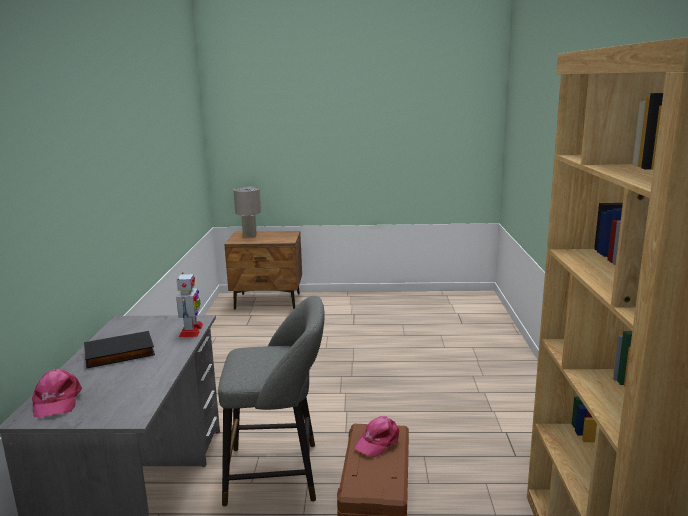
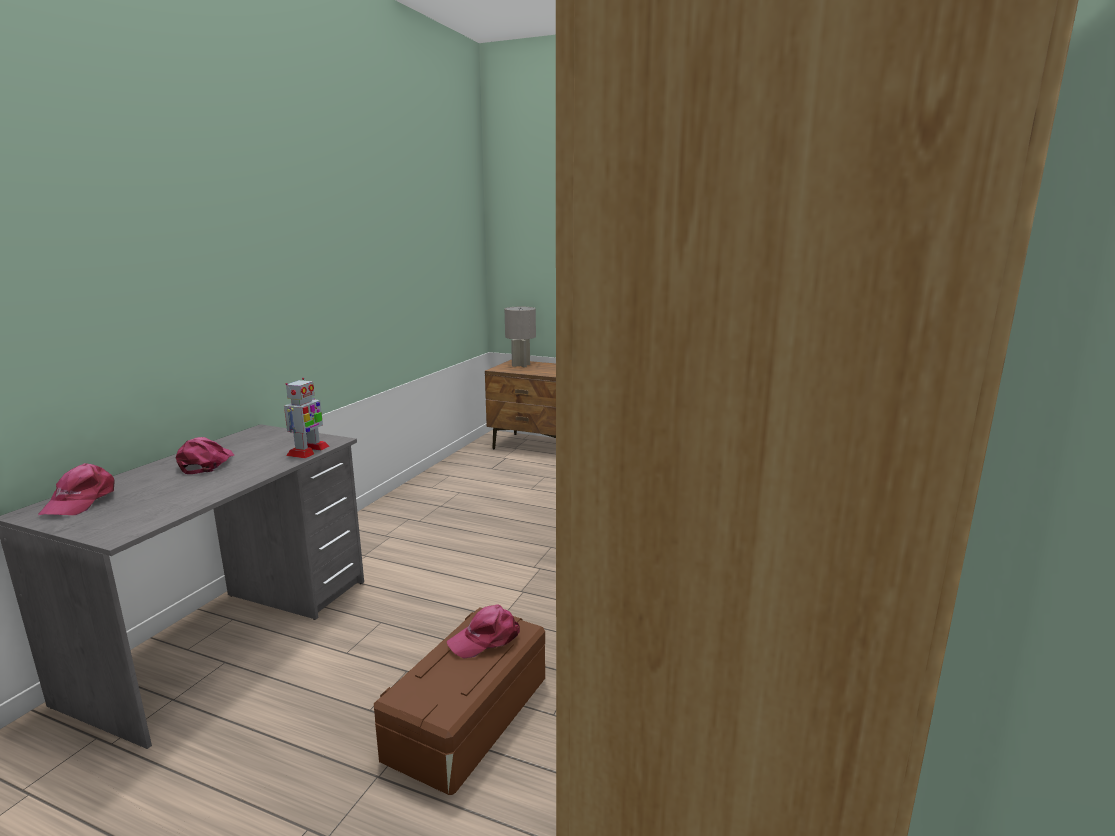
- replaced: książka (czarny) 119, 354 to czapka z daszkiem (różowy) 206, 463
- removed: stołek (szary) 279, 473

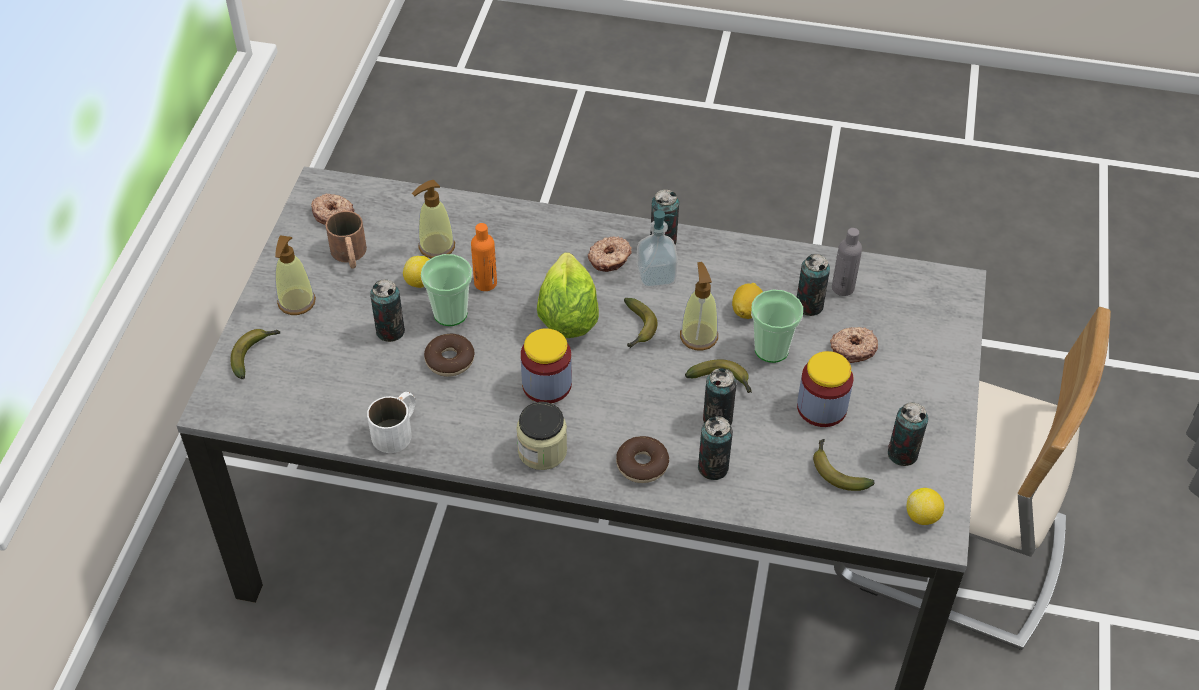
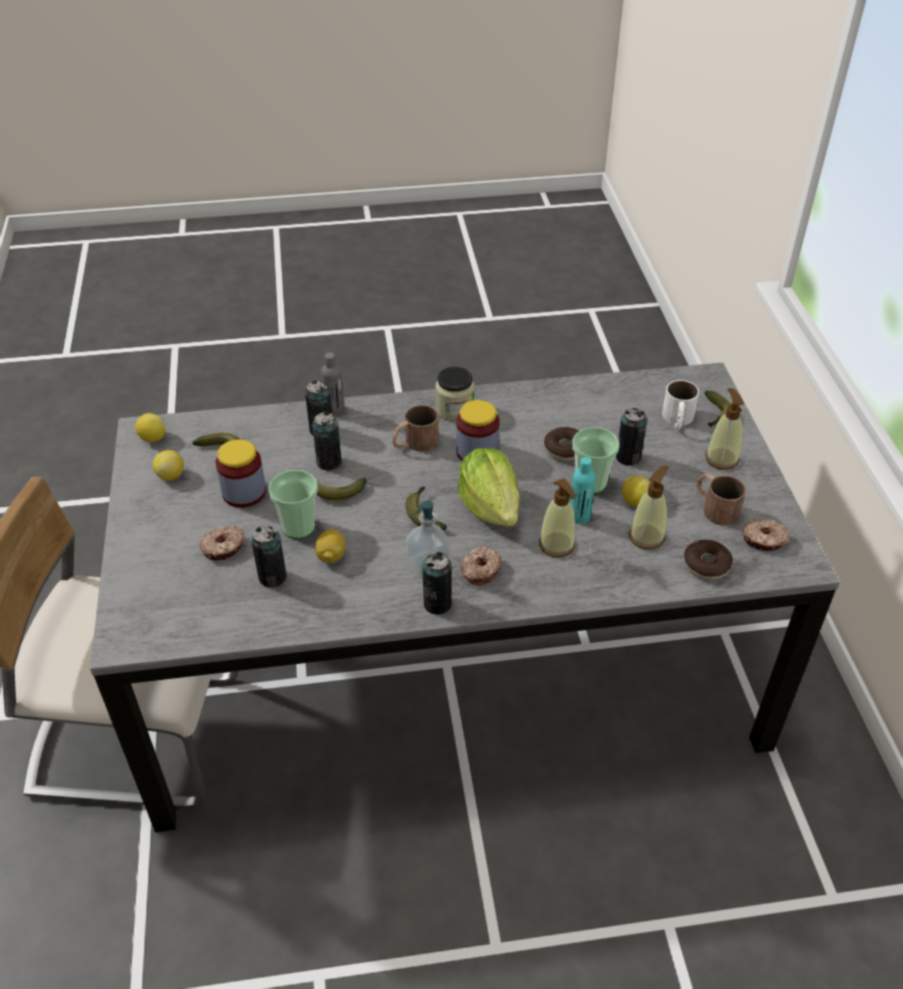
- moved: kubek (biały) 397, 429 to 677, 420
- recoloured: butelka (pomarańczowy) 485, 283 to butelka (turkusowy) 579, 516
- moved: donut 642, 465 to 706, 565
- moved: dozownik mydła 698, 336 to 557, 545
- moved: butelka (szary) 842, 288 to 335, 410
- replaced: puszka 902, 454 to cytryna 171, 475
- added: kubek (brązowy) 414, 443

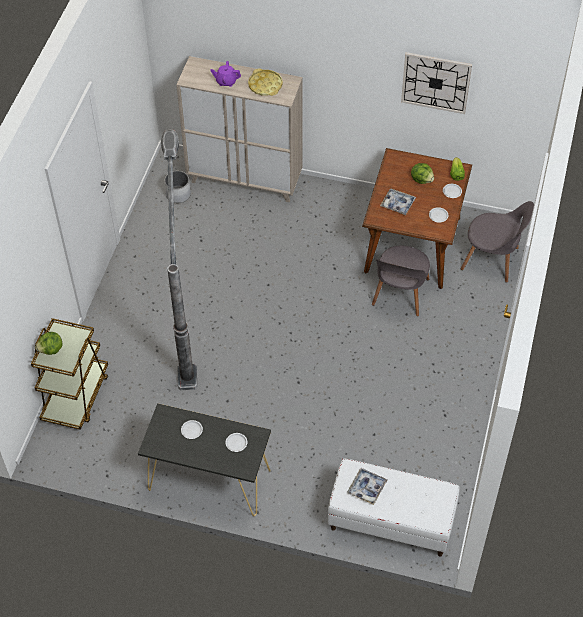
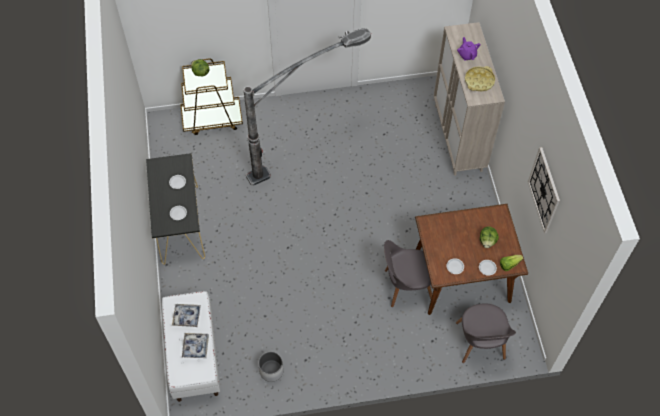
- moved: donica (biały) 178, 194 to 271, 370
- moved: taca 397, 204 to 195, 347

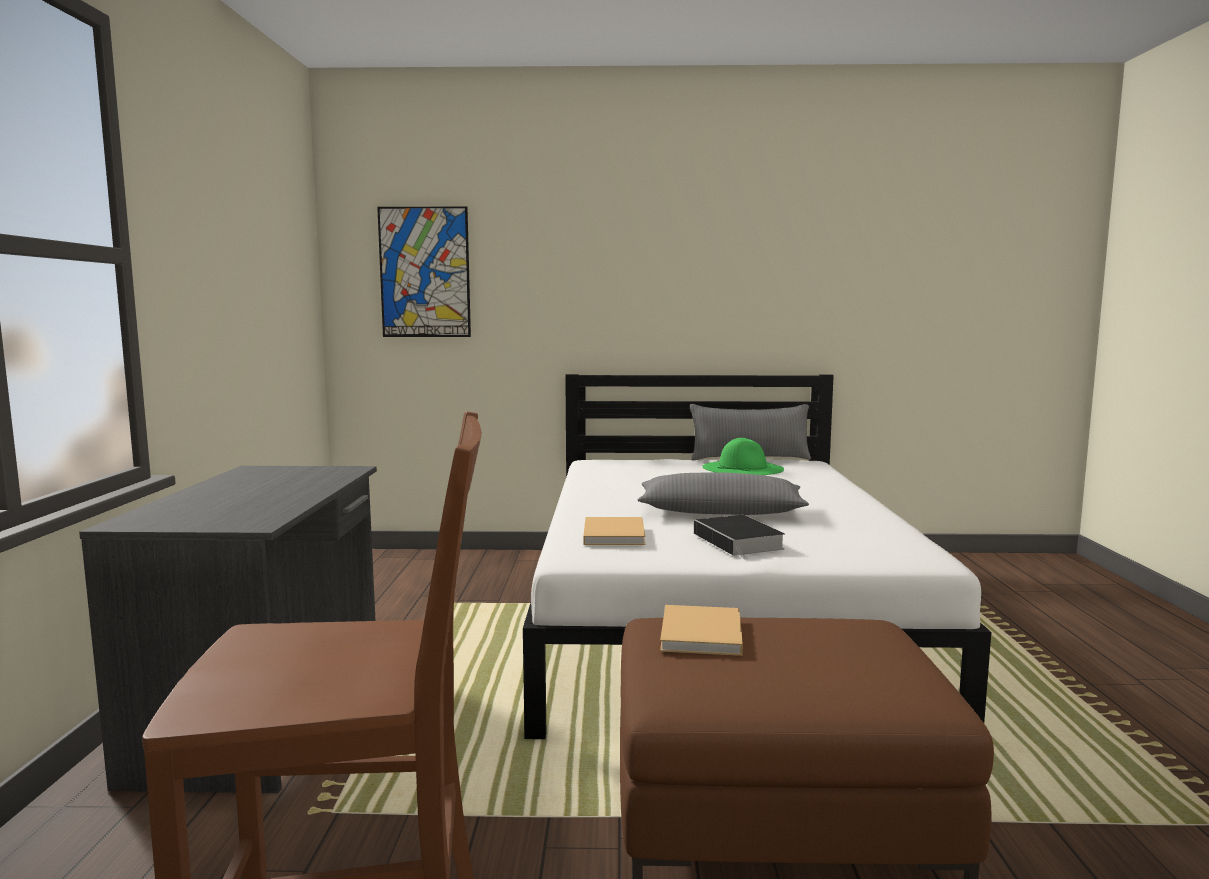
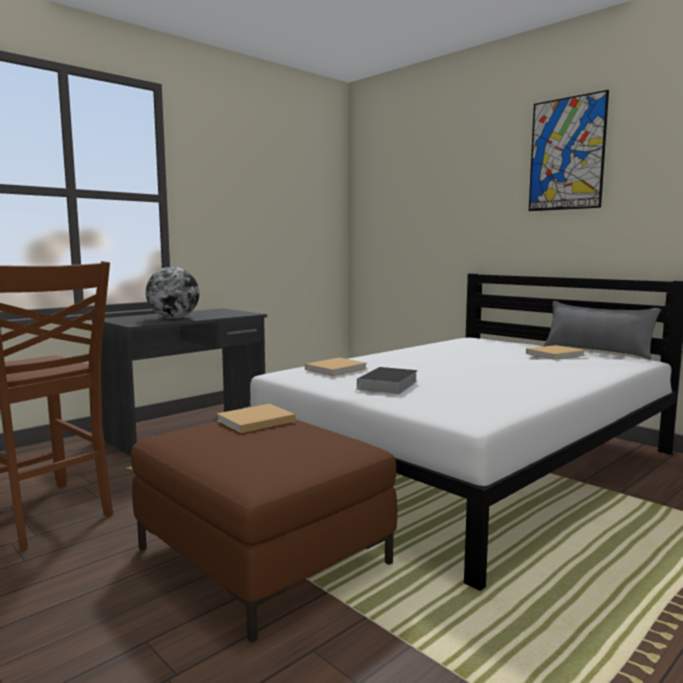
- moved: obraz 425, 272 to 566, 154
- removed: poduszka (szary) 720, 512
- replaced: kapelusz (zielony) 742, 468 to książka (beżowy) 556, 354
- added: globus 174, 318

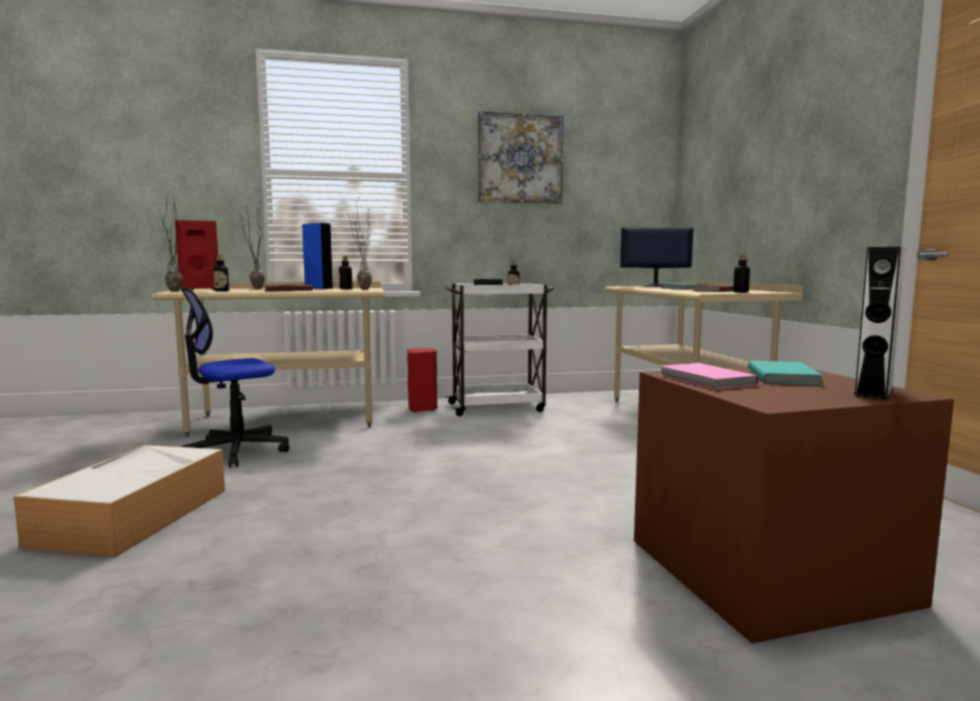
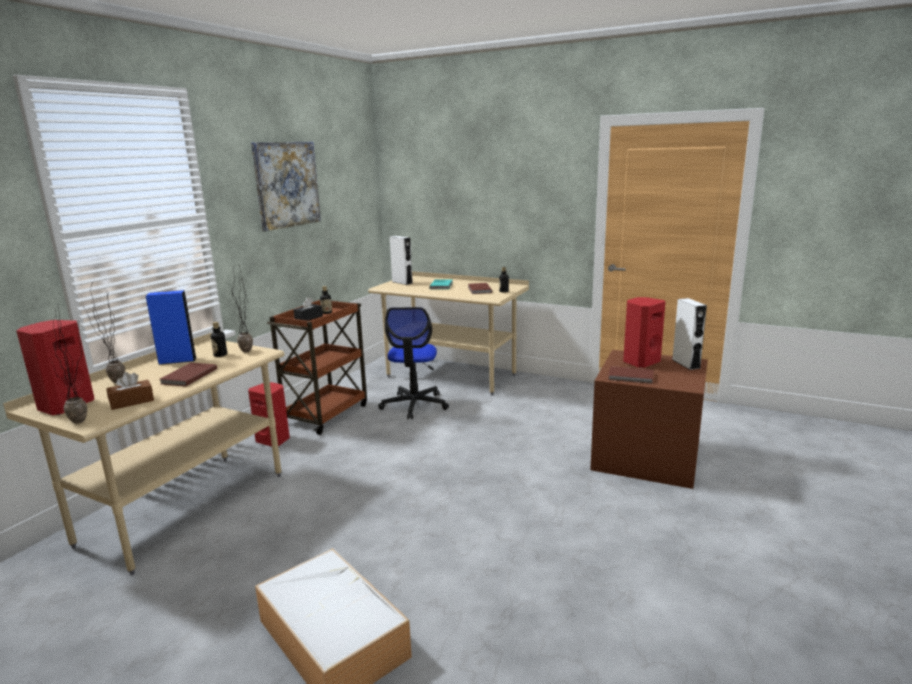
- moved: krzesło biurowe 235, 451 to 414, 405
- replaced: butelka 222, 291 to pudełko chusteczek (brązowy) 132, 402
- recoloured: wózek (biały) 498, 407 to wózek (brązowy) 326, 414
- replaced: monitor 654, 286 to głośnik (biały) 402, 282
- recoloured: książka (różowy) 705, 380 to książka (brązowy) 631, 377
- replaced: książka (turkusowy) 784, 376 to głośnik (czerwony) 640, 362

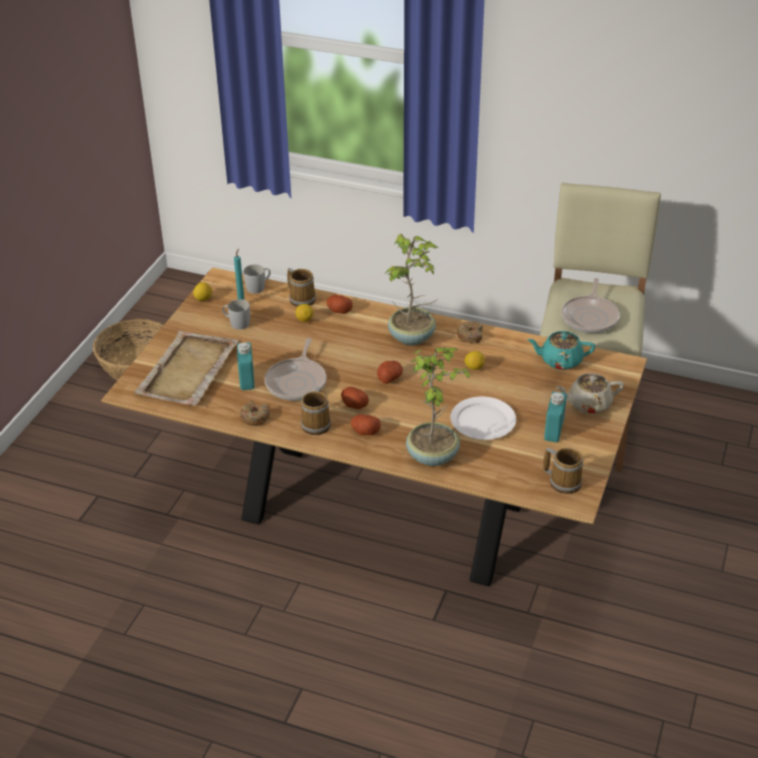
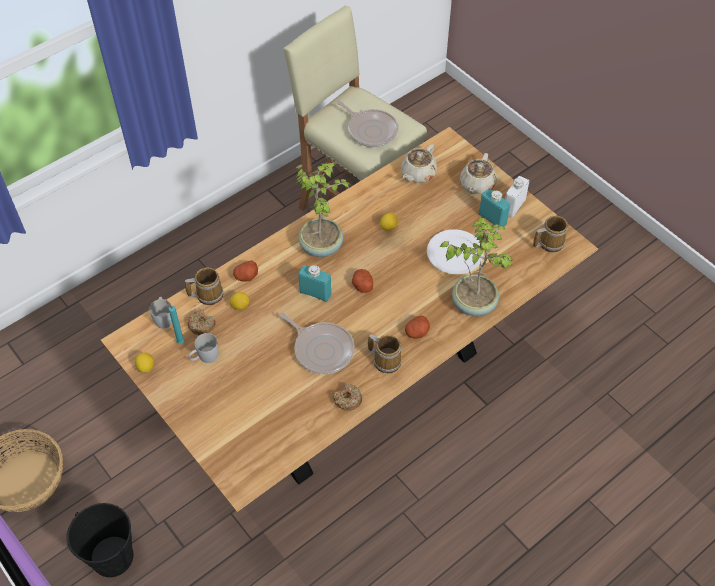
- removed: taca (beżowy) 187, 372
- moved: butelka (turkusowy) 247, 379 to 315, 293
- removed: ziemniak 353, 404
- moved: donut 470, 336 to 202, 325
- recoloured: imbryk (turkusowy) 560, 361 to imbryk (beżowy) 417, 174
- added: wiadro (czarny) 112, 556
- added: butelka (biały) 514, 206

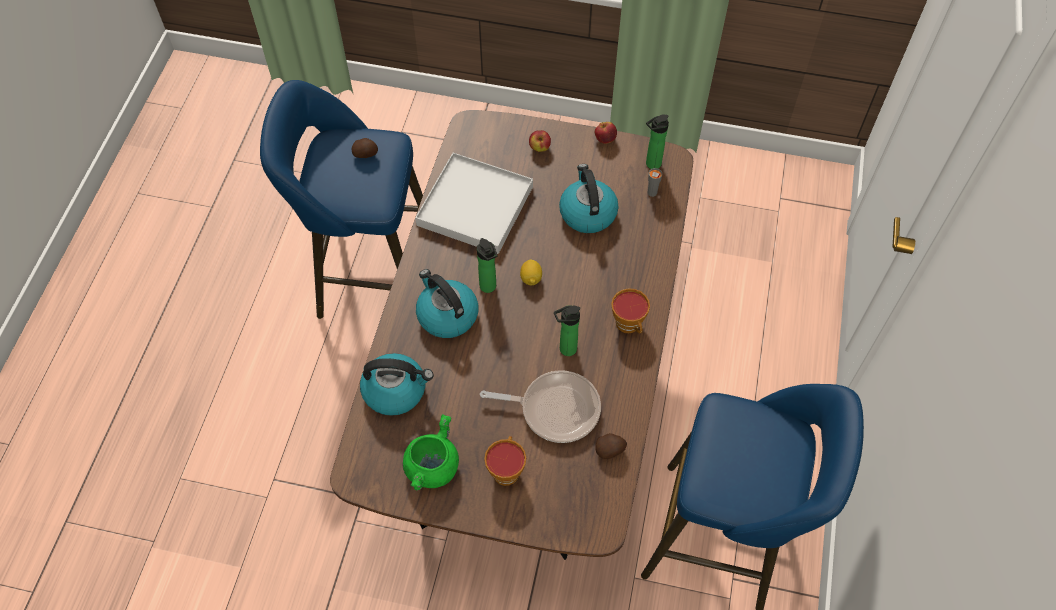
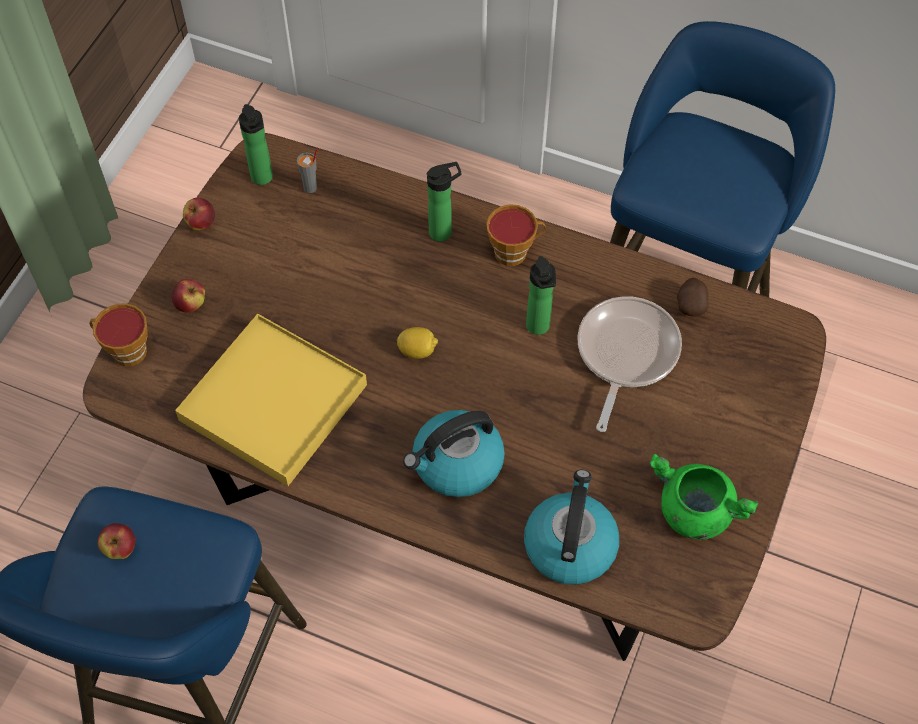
- replaced: ziemniak 366, 154 to jabłko 120, 548
- recoloured: taca (biały) 475, 206 to taca (żółty) 274, 402
- moved: butelka 489, 288 to 444, 232
- moved: filiżanka 506, 469 to 125, 351
- removed: czajnik 587, 213

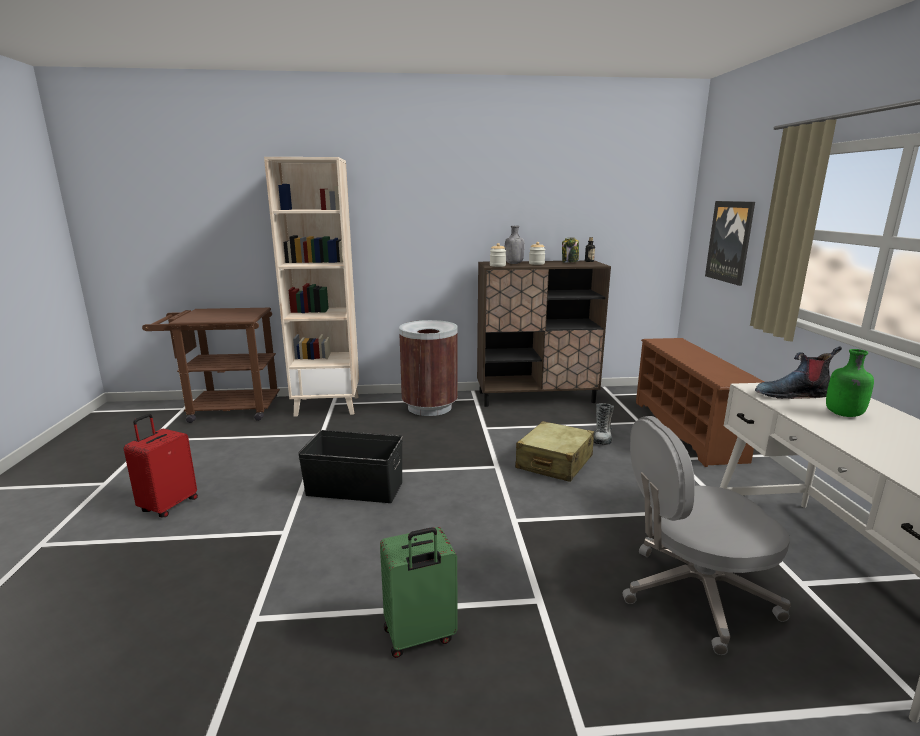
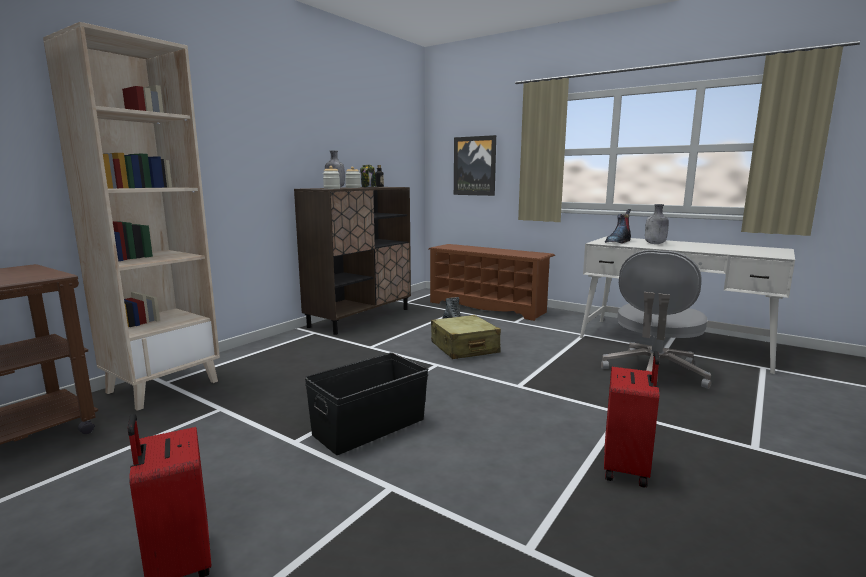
- recoloured: walizka (zielony) 419, 636 to walizka (czerwony) 627, 469
- removed: kosz na śmieci (brązowy) 430, 407
- recoloured: butelka (zielony) 843, 414 to butelka (szary) 655, 244

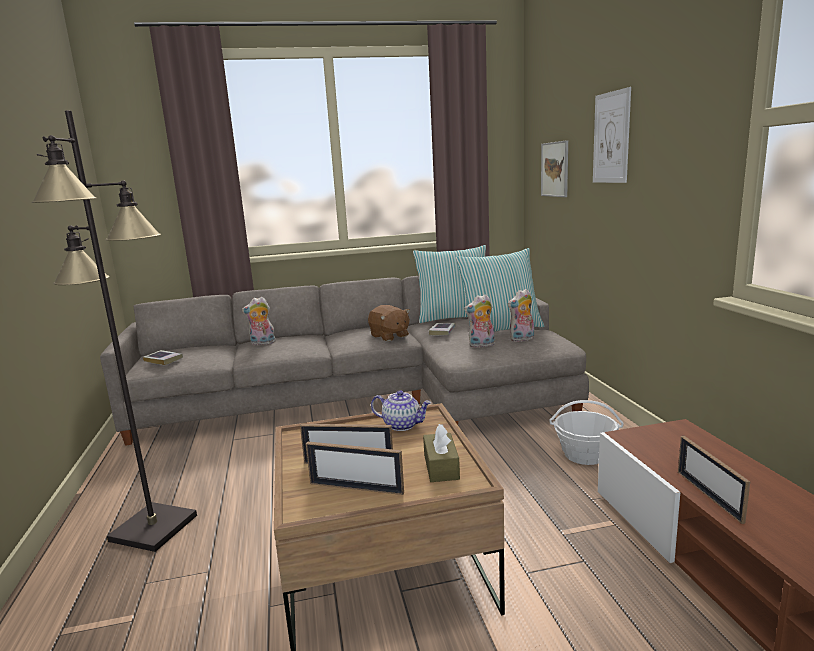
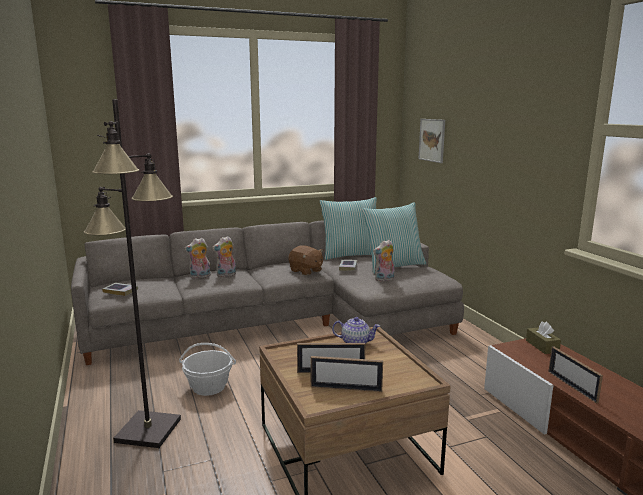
- moved: pudełko chusteczek (brązowy) 441, 467 to 542, 346
- moved: pluszak 522, 339 to 226, 275
- moved: koszyk 584, 455 to 208, 387
- removed: obraz 611, 137

